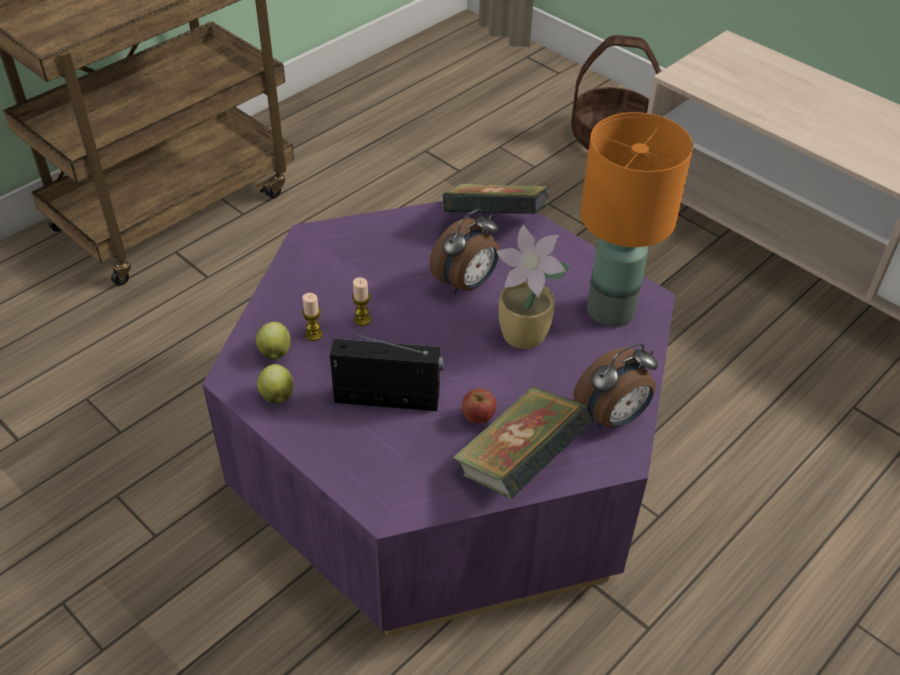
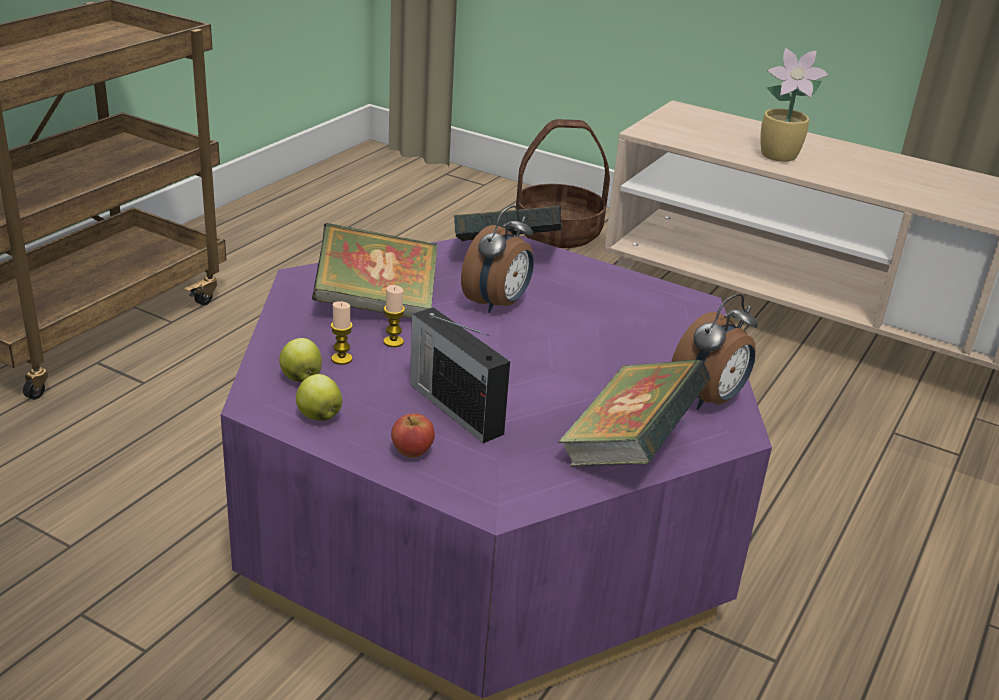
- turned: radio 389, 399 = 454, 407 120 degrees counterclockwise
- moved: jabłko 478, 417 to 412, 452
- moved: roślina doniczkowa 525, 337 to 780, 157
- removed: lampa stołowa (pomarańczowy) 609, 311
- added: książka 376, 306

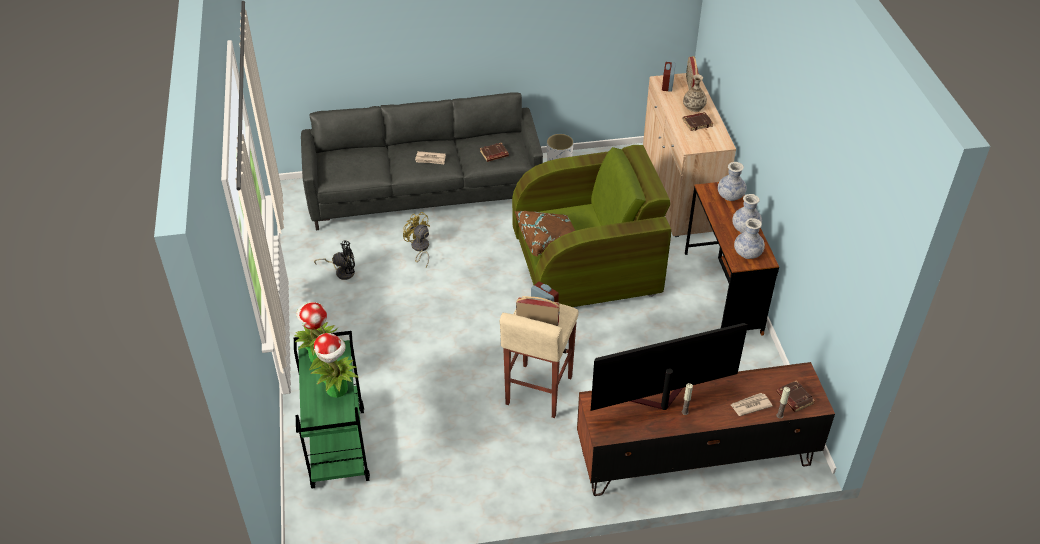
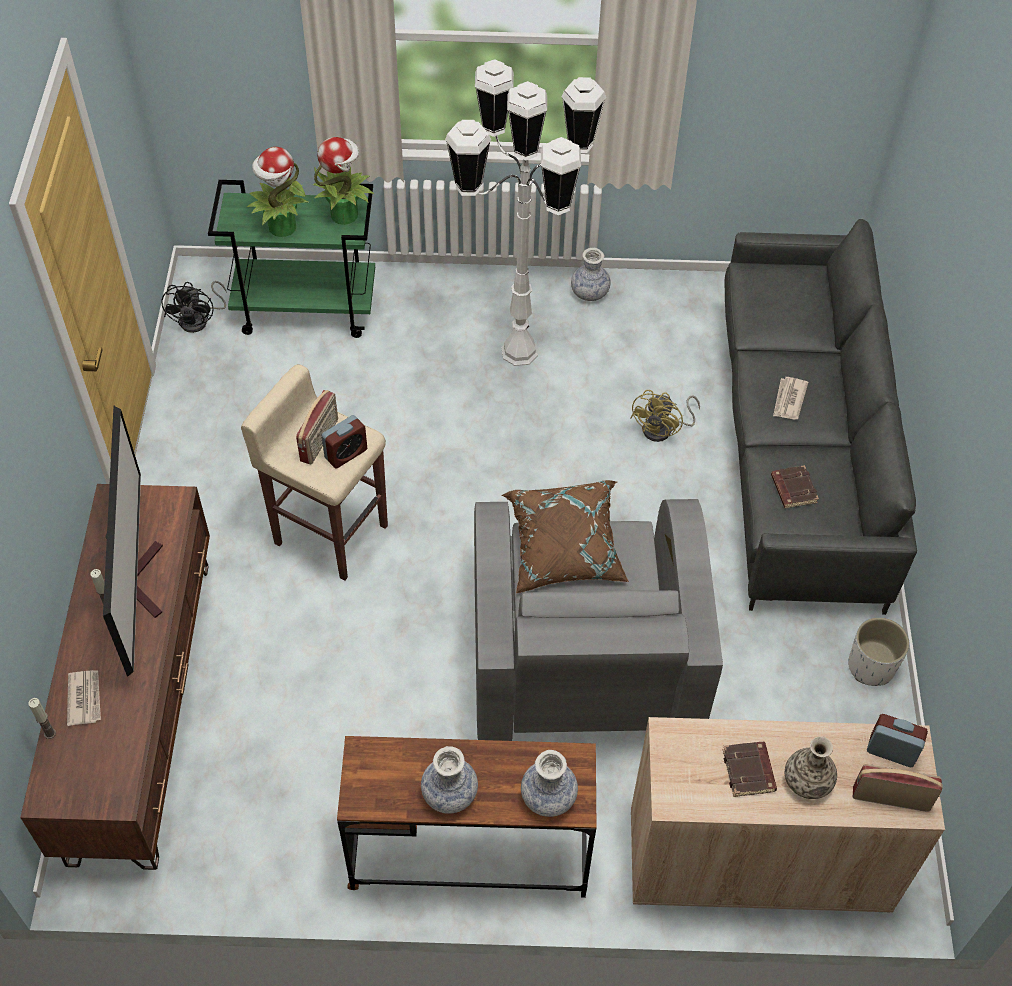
- moved: wentylator (czarny) 342, 271 to 199, 320
- turned: wentylator (żółty) 419, 249 = 663, 429 150 degrees clockwise
- recoloured: fotel (zielony) 587, 265 to fotel (szary) 582, 653
- moved: wazon 747, 253 to 589, 293
- removed: książka (brązowy) 794, 398
- added: lampa stojąca (biały) 518, 351

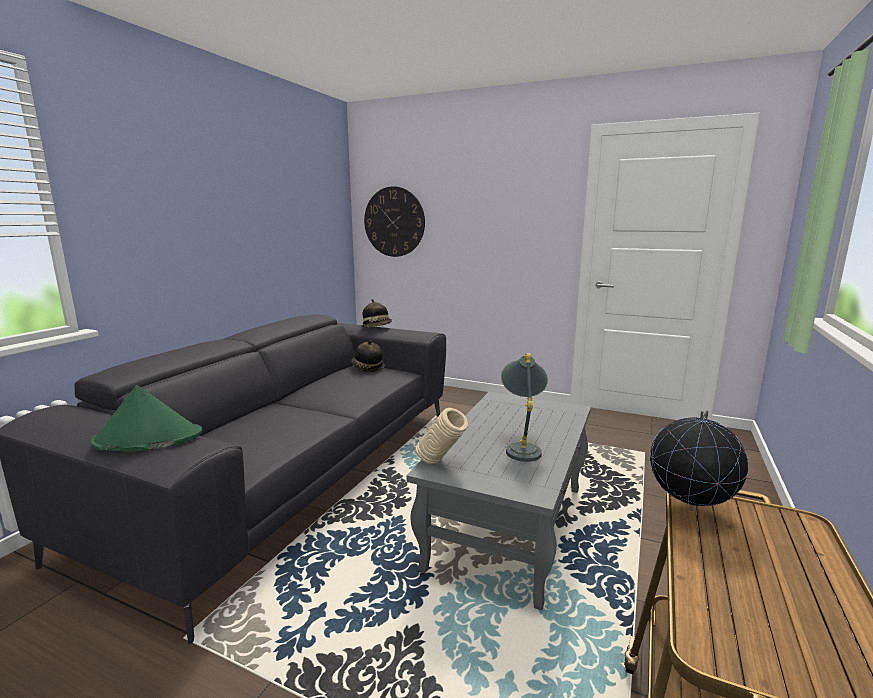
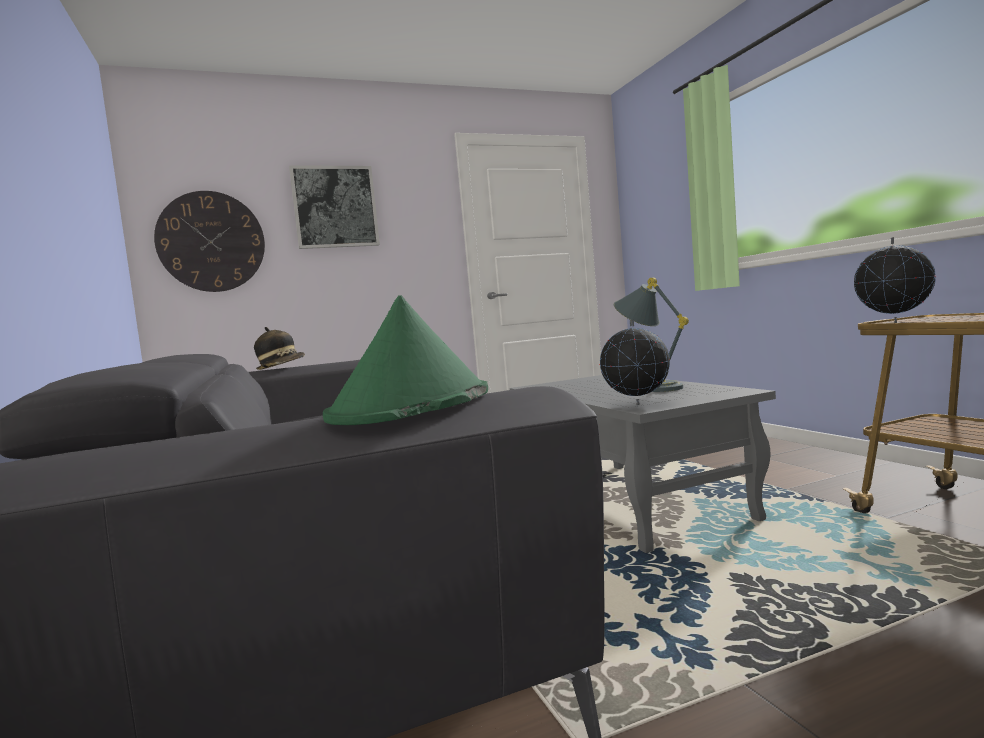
- removed: kapelusz 367, 368
- replaced: wazon (beżowy) 441, 463 to globus 637, 405
- added: obraz 335, 207

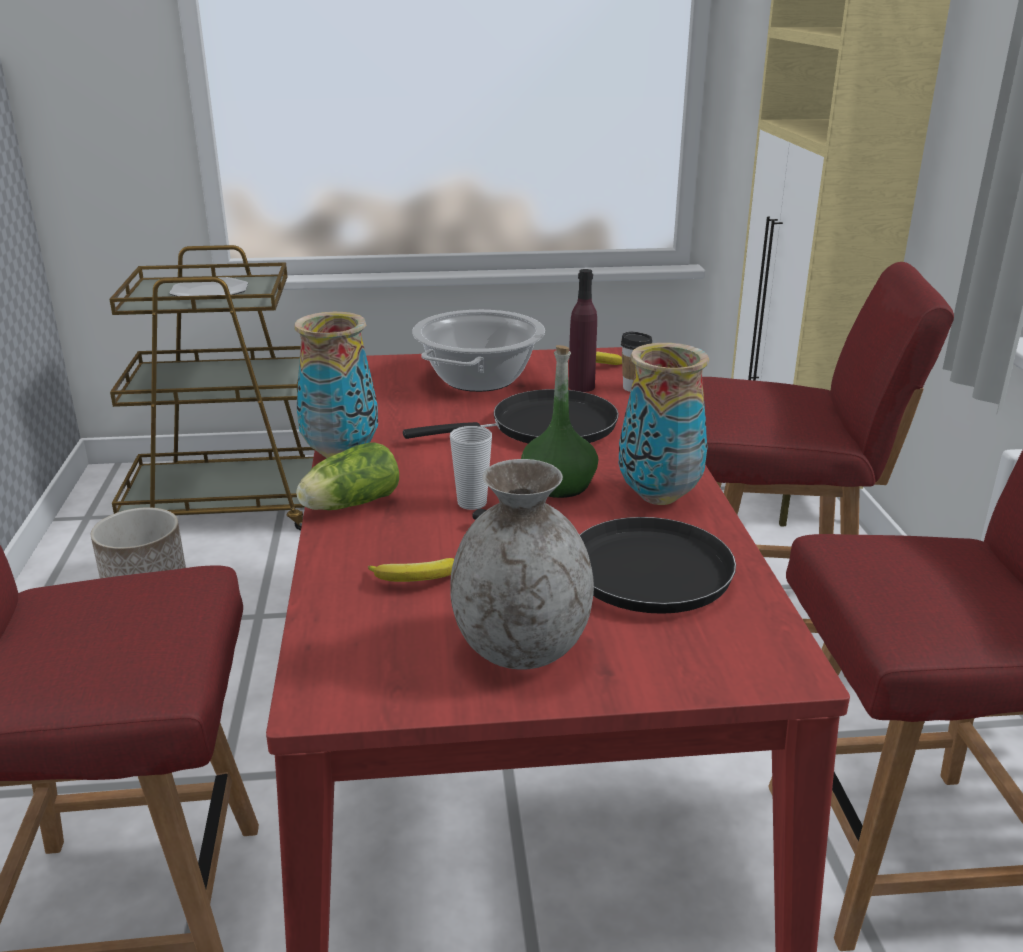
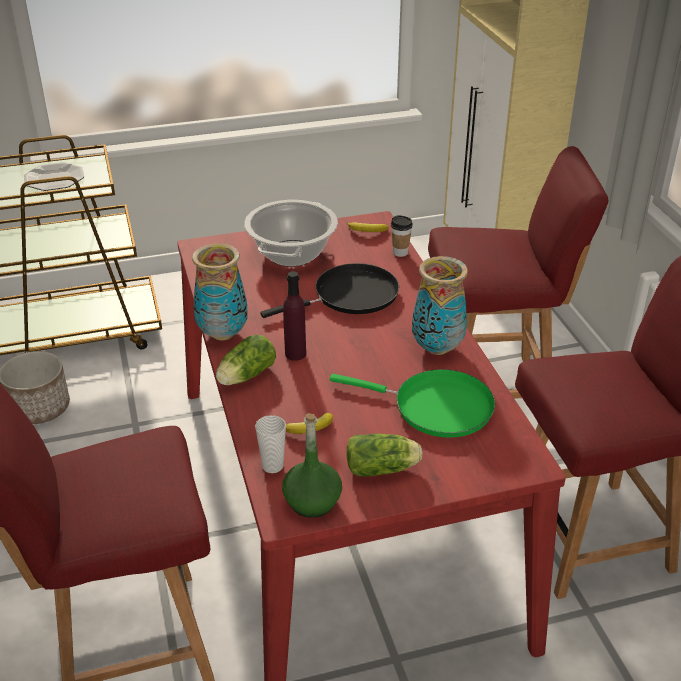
- moved: filiżanka 472, 503 to 272, 466
- replaced: wazon (szary) 520, 648 to sałata 384, 468
- recoloured: patelnia (czarny) 636, 571 to patelnia (zielony) 436, 407
- moved: butelka (zielony) 559, 485 to 312, 501
- moved: butelka (fioletowy) 581, 387 to 295, 354

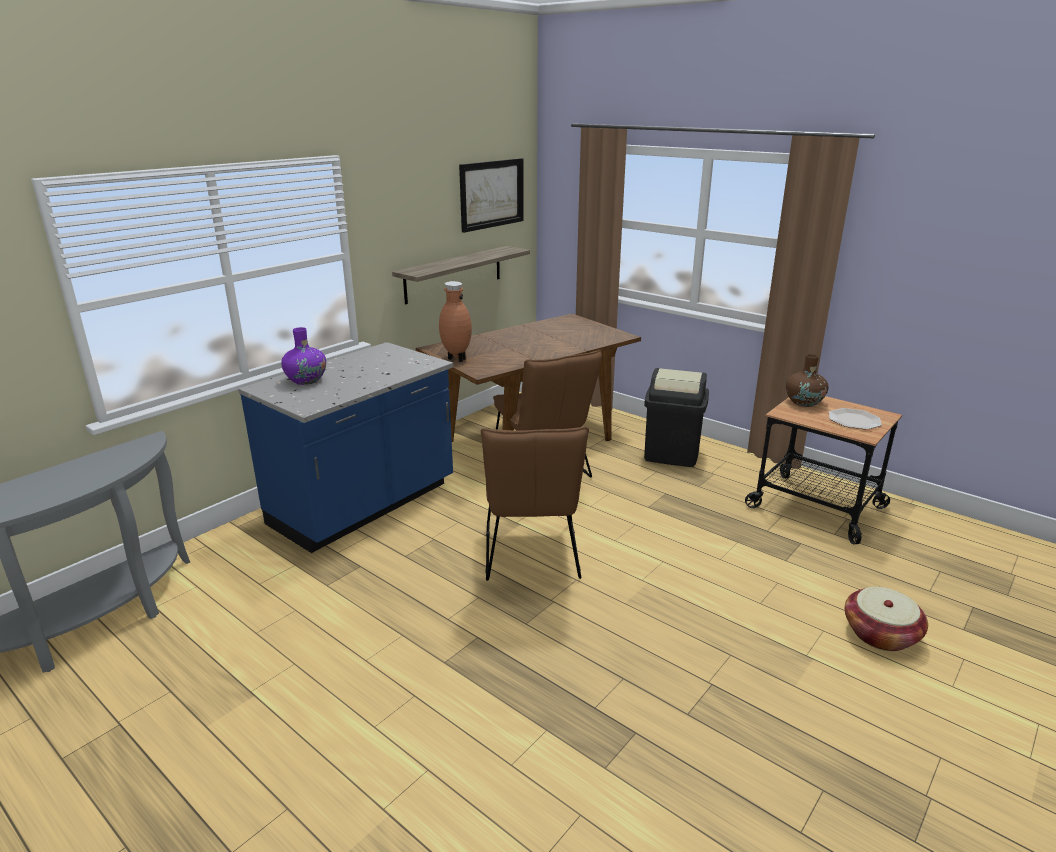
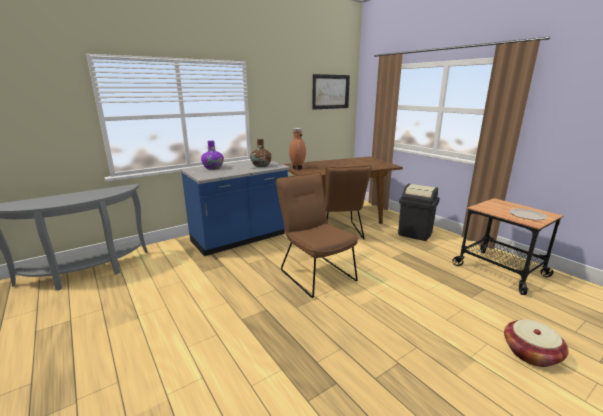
- removed: półka 454, 274
- turned: krzesło (brązowy) 531, 556 = 314, 273 135 degrees clockwise
- moved: wazon (brązowy) 804, 402 to 261, 165

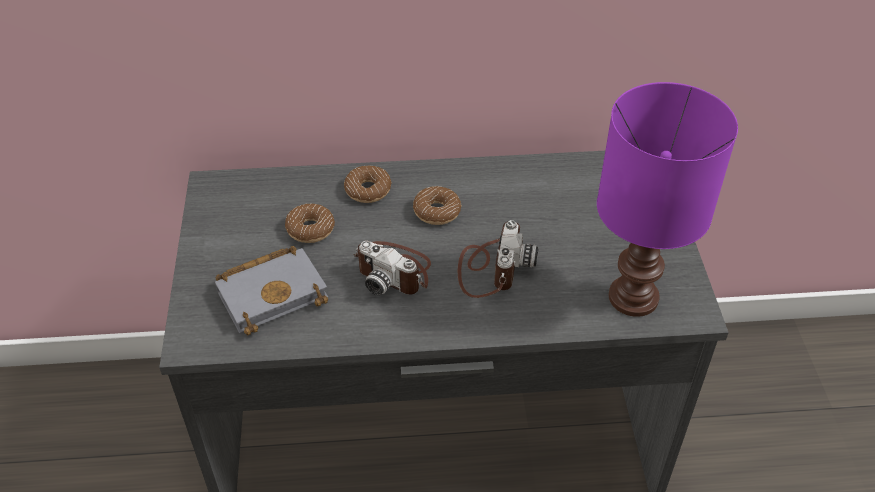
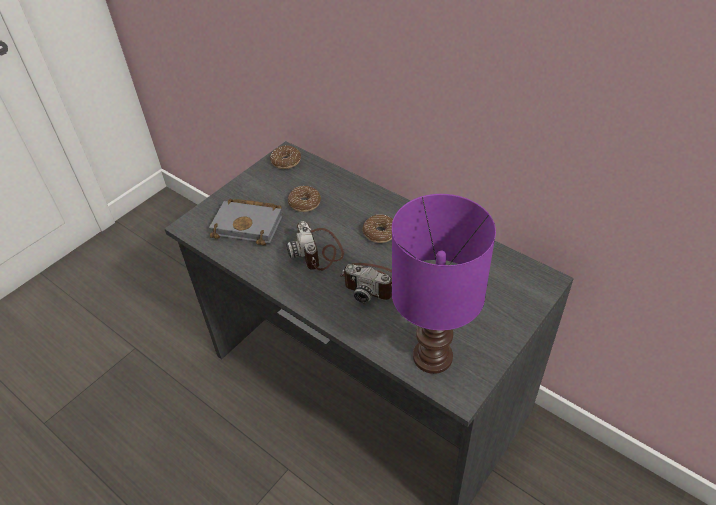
- moved: donut 368, 190 to 286, 161
- turned: aparat fotograficzny 491, 268 = 370, 283 60 degrees clockwise

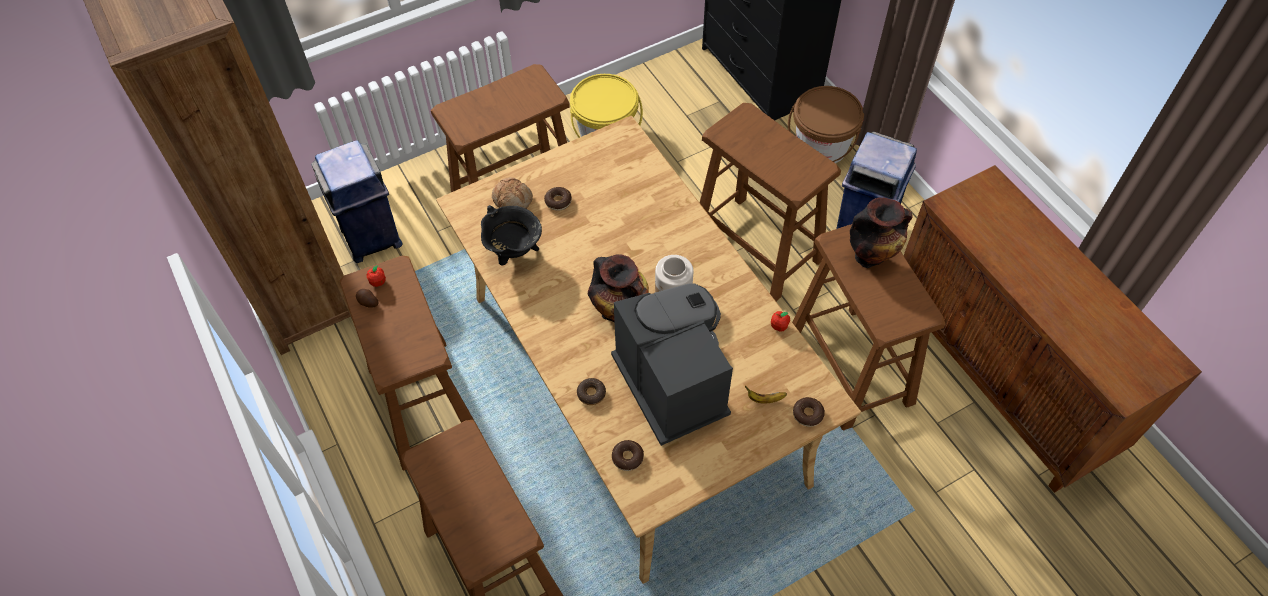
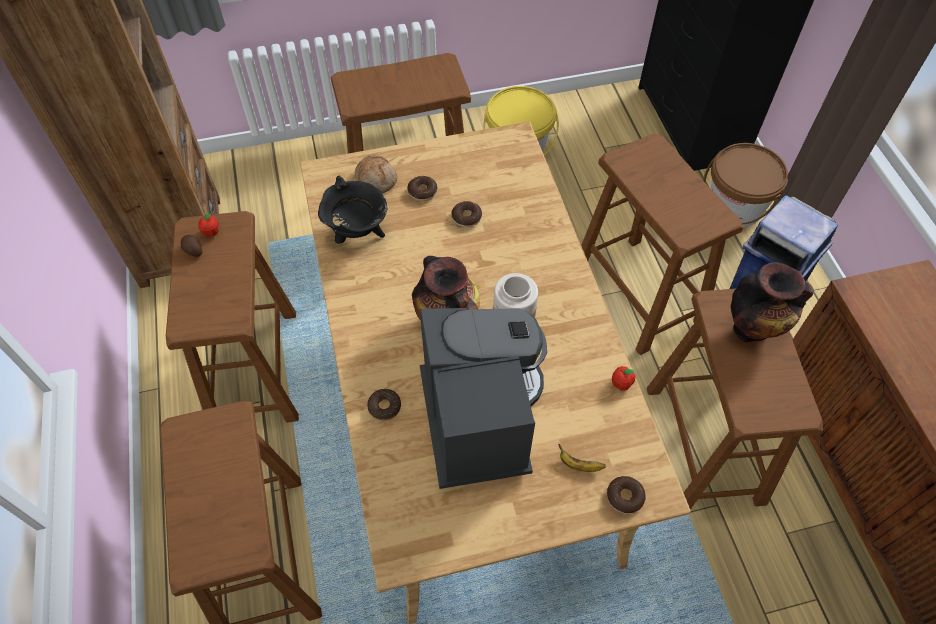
- removed: kosz na śmieci (niebieski) 371, 238
- moved: donut 627, 457 to 466, 217

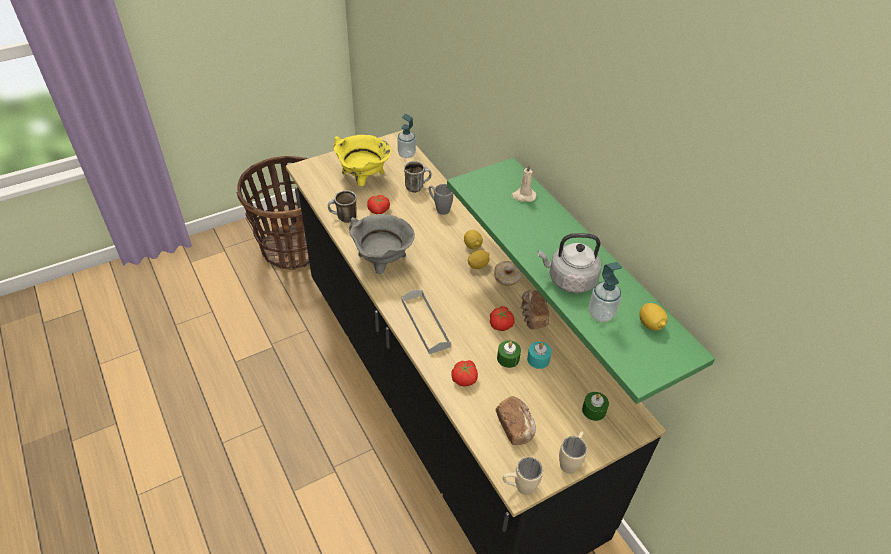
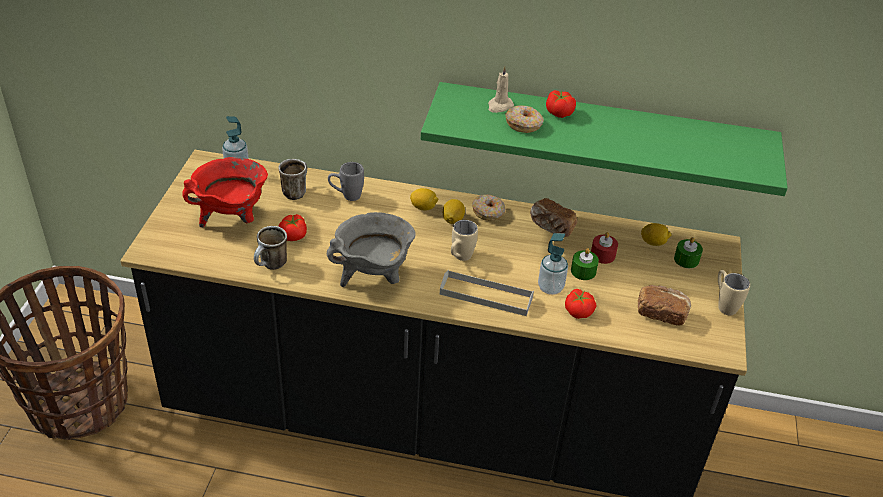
- recoloured: garnek (żółty) 363, 180 to garnek (czerwony) 232, 219
- moved: pomidor 501, 324 to 559, 112
- moved: kubek (beżowy) 519, 487 to 459, 258
- recoloured: świeca (turkusowy) 538, 359 to świeca (czerwony) 602, 255
- removed: czajnik (szary) 569, 279
- moved: dozownik mydła 601, 314 to 550, 287
- moved: cytryna 650, 324 to 653, 242
- added: donut 524, 124

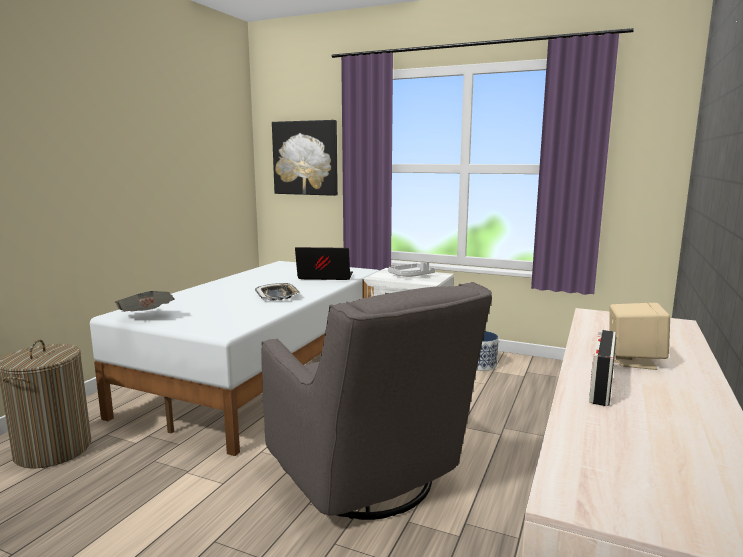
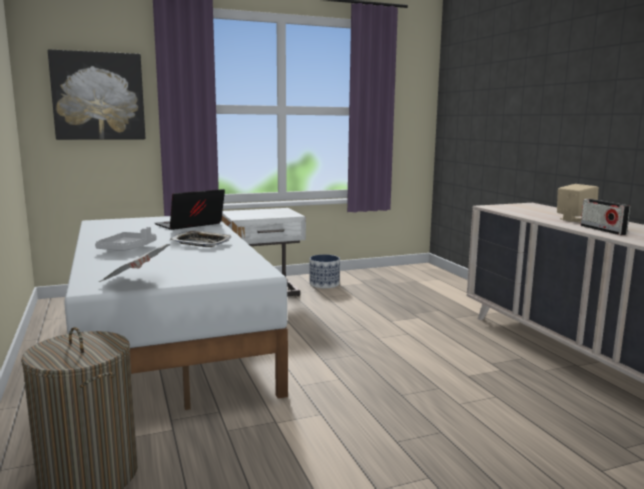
- removed: fotel (szary) 370, 481
- moved: taca (szary) 411, 276 to 127, 249

